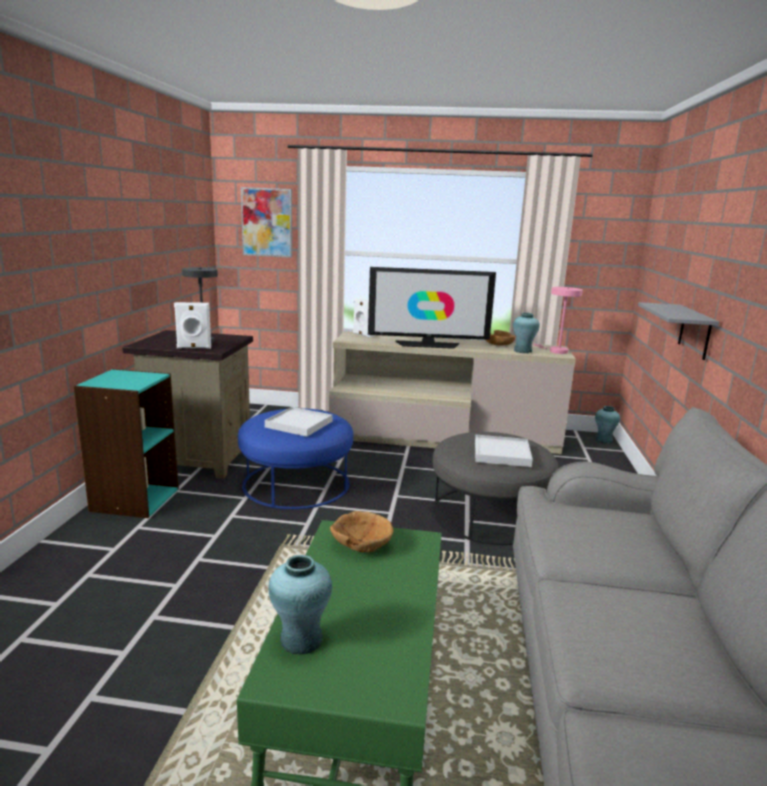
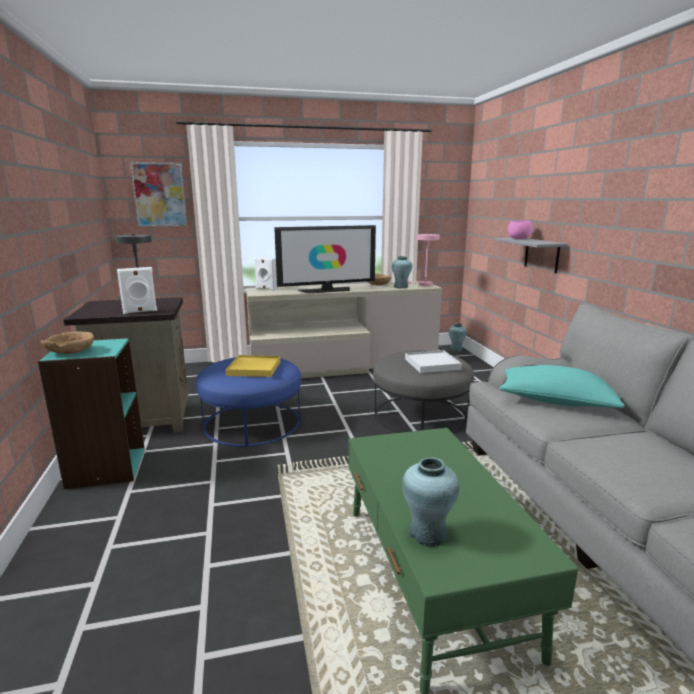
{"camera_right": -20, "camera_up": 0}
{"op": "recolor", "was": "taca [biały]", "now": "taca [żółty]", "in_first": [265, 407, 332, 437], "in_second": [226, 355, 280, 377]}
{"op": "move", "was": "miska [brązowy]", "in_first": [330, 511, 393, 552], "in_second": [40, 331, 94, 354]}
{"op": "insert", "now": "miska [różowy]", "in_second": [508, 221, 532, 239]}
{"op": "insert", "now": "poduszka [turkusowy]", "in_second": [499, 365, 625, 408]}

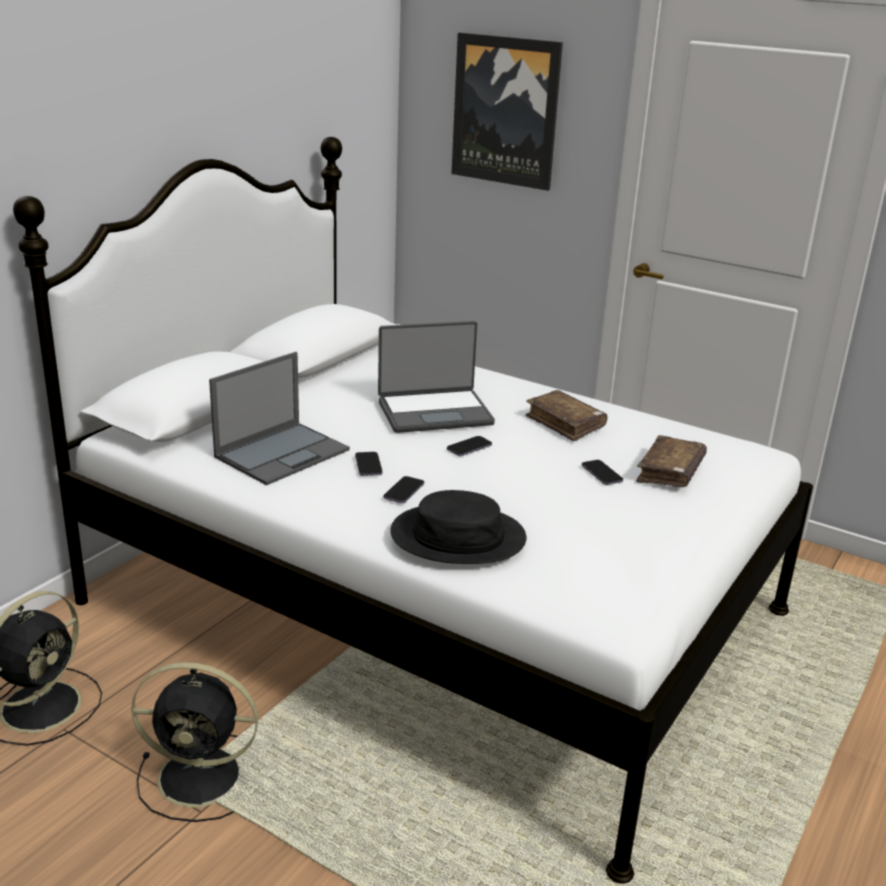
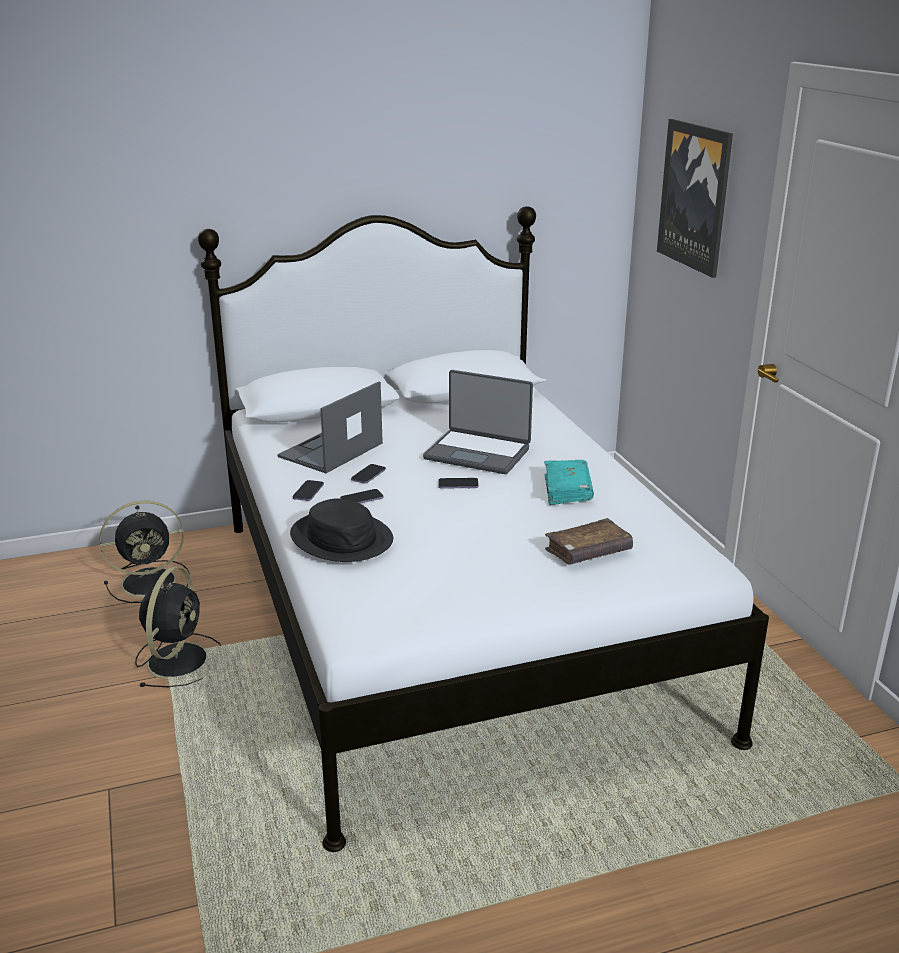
{"camera_right": 40, "camera_up": 0}
{"op": "rotate", "was": "laptop", "in_first": [209, 352, 350, 485], "in_second": [277, 382, 383, 473], "clockwise": 135}
{"op": "recolor", "was": "książka [brązowy]", "now": "książka [turkusowy]", "in_first": [525, 390, 607, 442], "in_second": [544, 460, 594, 505]}
{"op": "move", "was": "telefon", "in_first": [582, 460, 623, 485], "in_second": [293, 480, 324, 501]}
{"op": "rotate", "was": "wentylator [czarny]", "in_first": [131, 662, 258, 822], "in_second": [135, 567, 221, 687], "clockwise": -120}

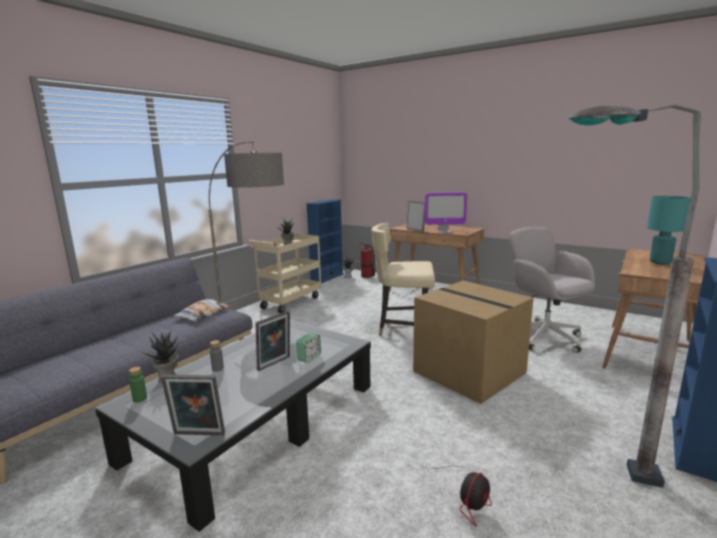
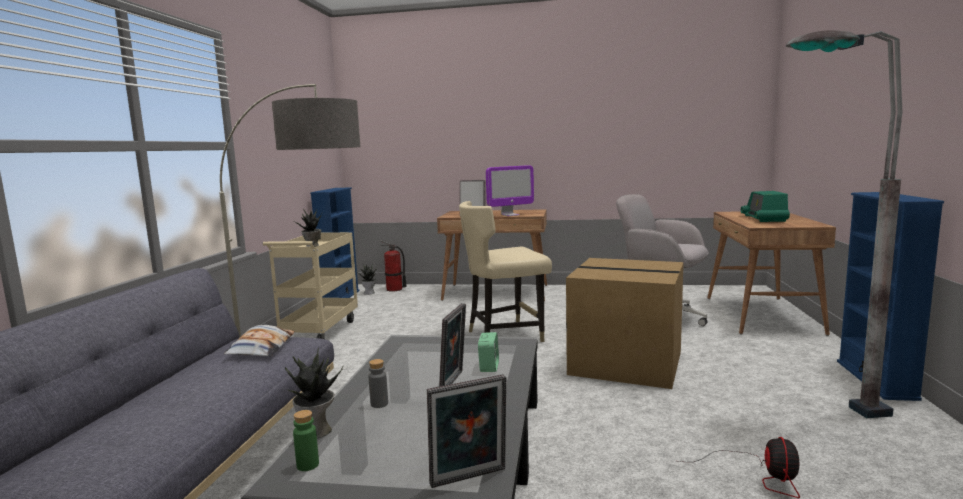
{"camera_right": -25, "camera_up": -5}
{"op": "replace", "was": "lampa stołowa [turkusowy]", "now": "radio", "in_first": [647, 196, 691, 265], "in_second": [741, 191, 790, 222]}

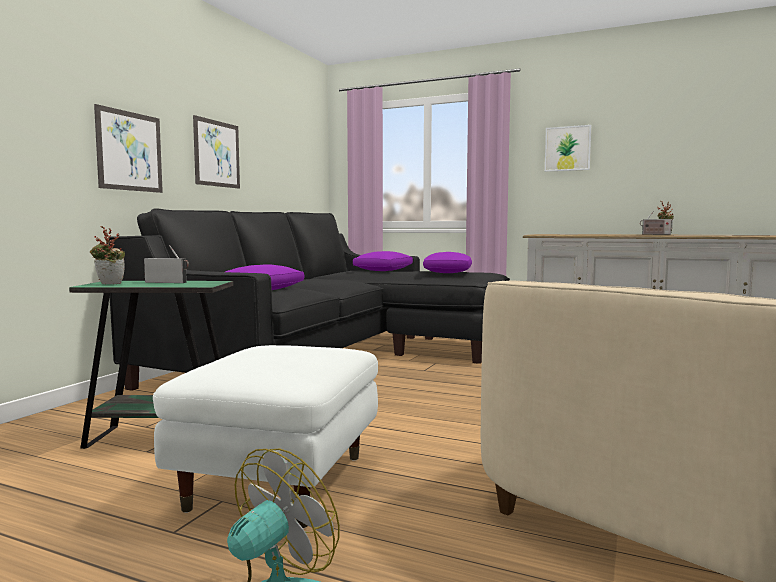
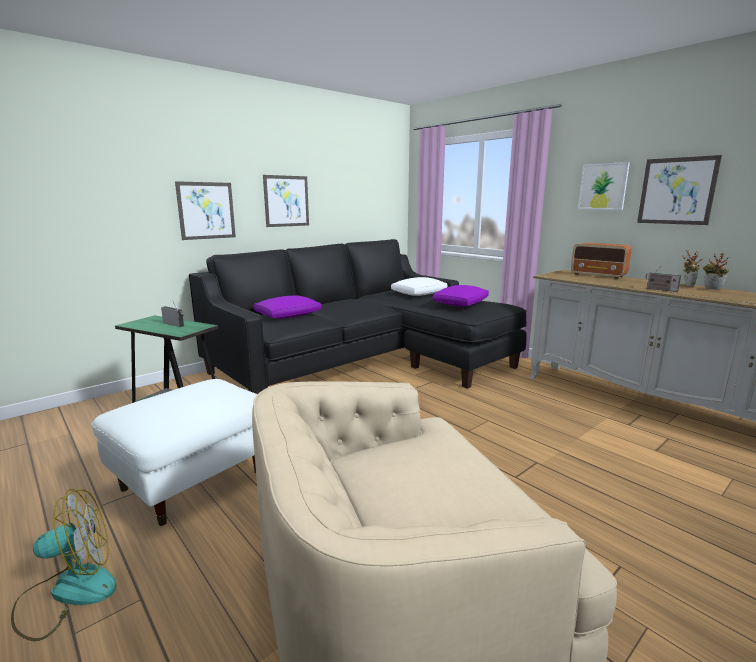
{"camera_right": 25, "camera_up": 10}
{"op": "move", "was": "roślina doniczkowa", "in_first": [90, 226, 125, 284], "in_second": [703, 253, 729, 290]}
{"op": "recolor", "was": "poduszka [fioletowy]", "now": "poduszka [biały]", "in_first": [353, 251, 413, 271], "in_second": [391, 277, 448, 296]}
{"op": "insert", "now": "obraz", "in_second": [637, 155, 722, 225]}
{"op": "insert", "now": "radio", "in_second": [571, 243, 632, 279]}

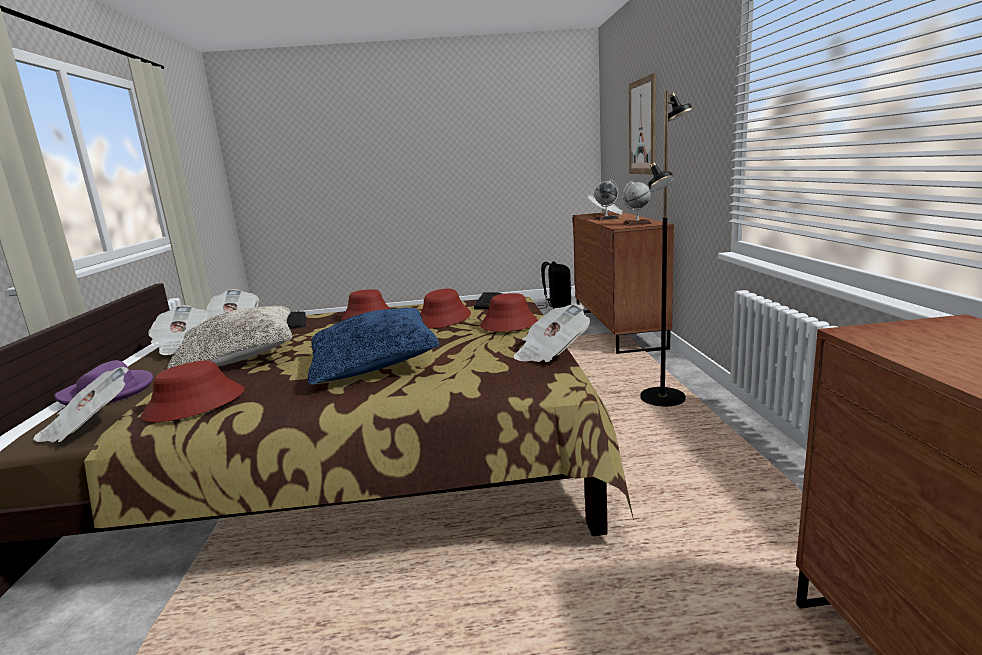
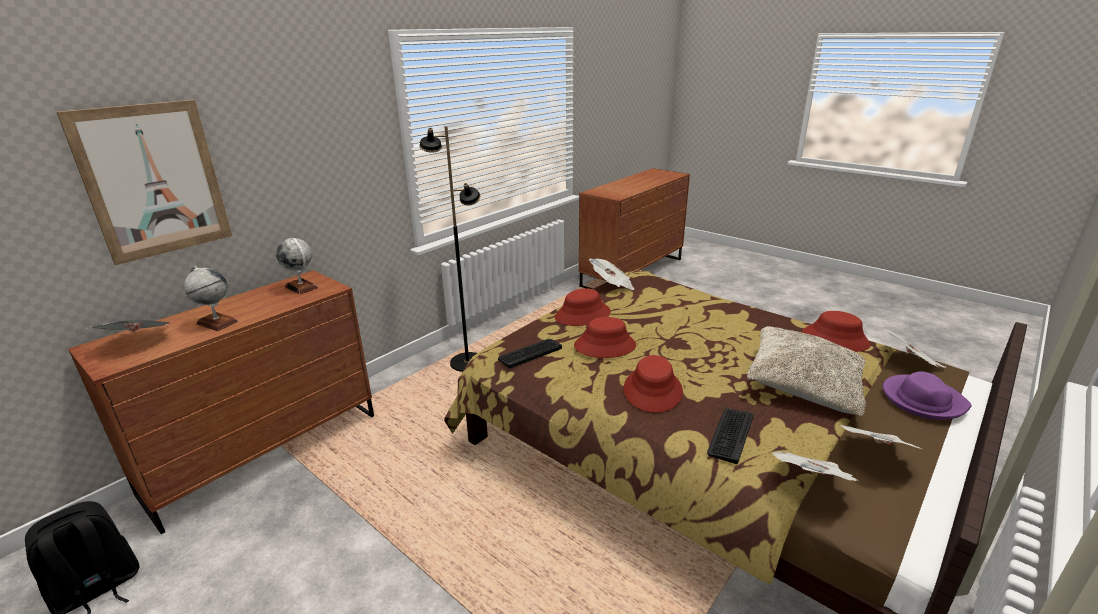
{"camera_right": -135, "camera_up": 10}
{"op": "delete", "was": "poduszka [niebieski]", "in_first": [308, 307, 439, 385]}

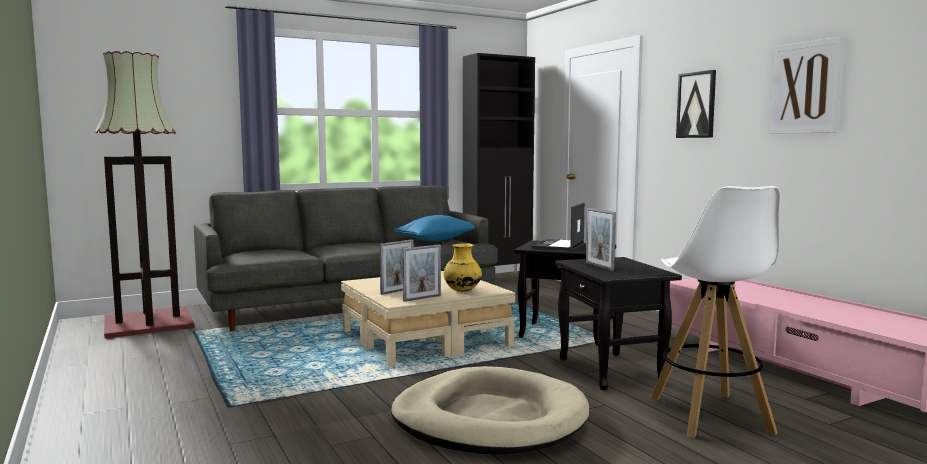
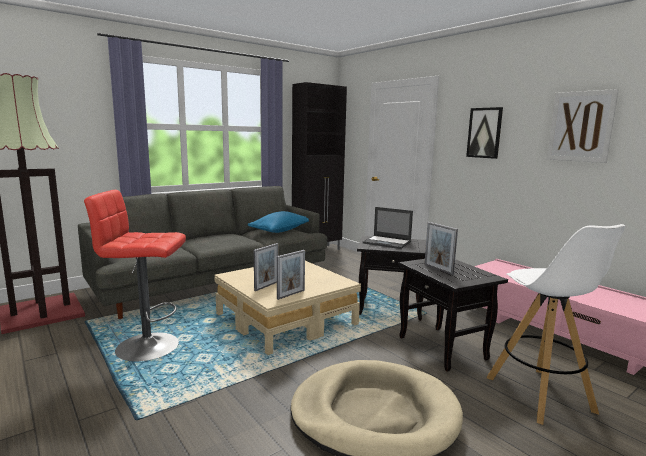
{"camera_right": -10, "camera_up": 5}
{"op": "rotate", "was": "laptop", "in_first": [531, 203, 585, 251], "in_second": [363, 207, 413, 249], "clockwise": -75}
{"op": "delete", "was": "wazon [żółty]", "in_first": [443, 243, 482, 292]}
{"op": "insert", "now": "stołek [czerwony]", "in_second": [84, 190, 186, 361]}

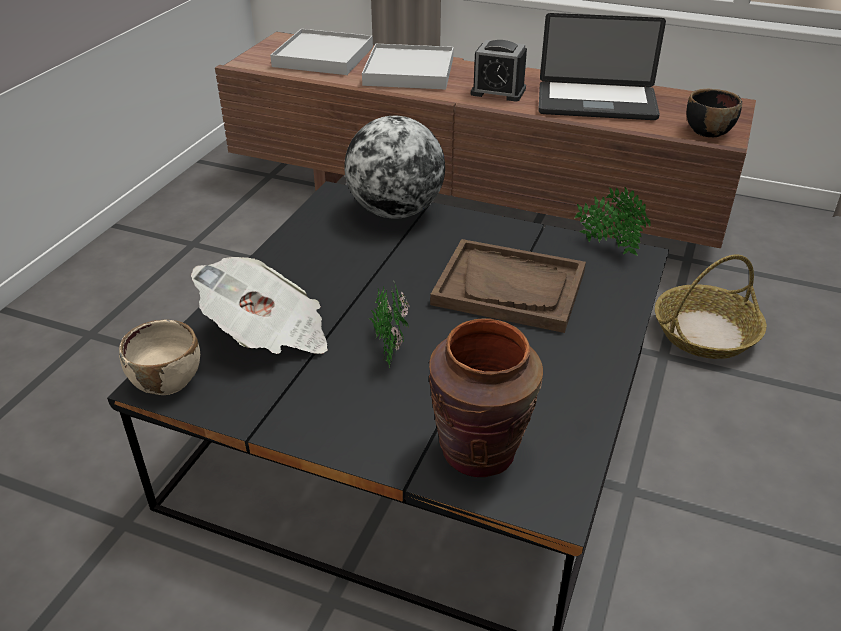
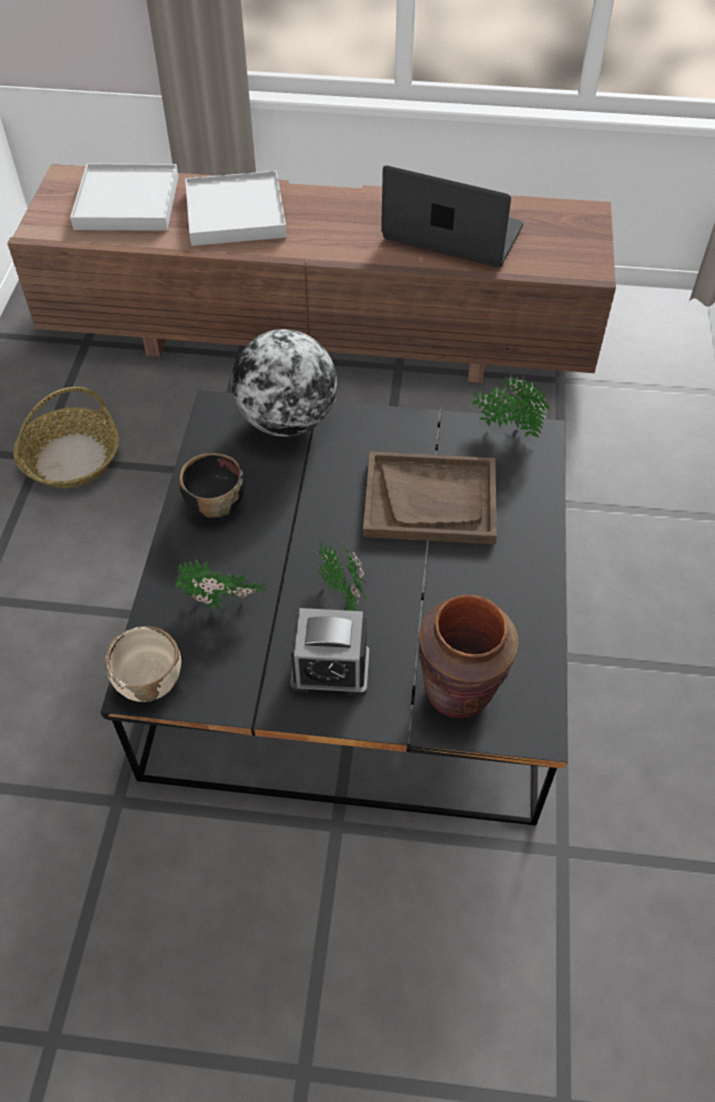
{"camera_right": -15, "camera_up": 15}
{"op": "rotate", "was": "laptop", "in_first": [538, 13, 666, 120], "in_second": [381, 166, 523, 267], "clockwise": -150}
{"op": "move", "was": "budzik", "in_first": [471, 40, 527, 101], "in_second": [290, 608, 369, 696]}
{"op": "move", "was": "miska [czarny]", "in_first": [686, 89, 742, 137], "in_second": [179, 453, 245, 518]}
{"op": "move", "was": "koszyk", "in_first": [655, 254, 766, 359], "in_second": [13, 387, 119, 488]}
{"op": "replace", "was": "gazeta", "now": "roślina doniczkowa", "in_first": [191, 257, 328, 354], "in_second": [175, 559, 266, 610]}

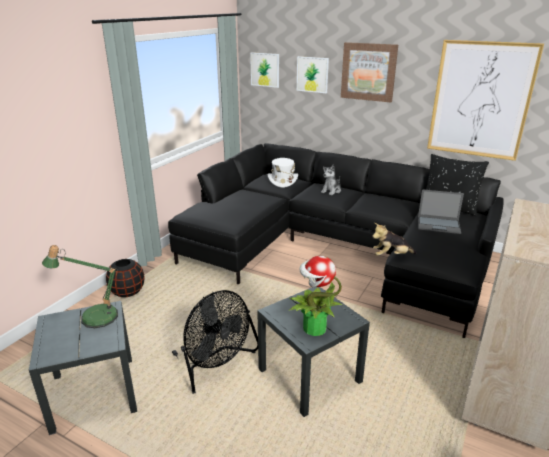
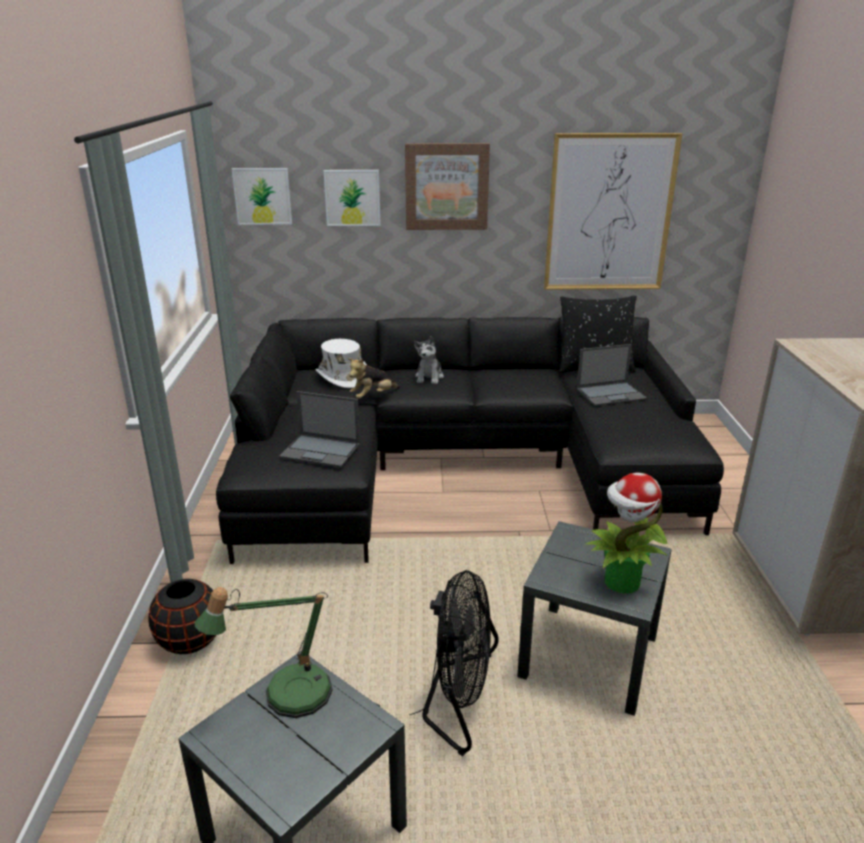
{"camera_right": -30, "camera_up": 0}
{"op": "move", "was": "pluszak", "in_first": [372, 223, 416, 256], "in_second": [348, 358, 400, 399]}
{"op": "insert", "now": "laptop", "in_second": [279, 391, 360, 467]}

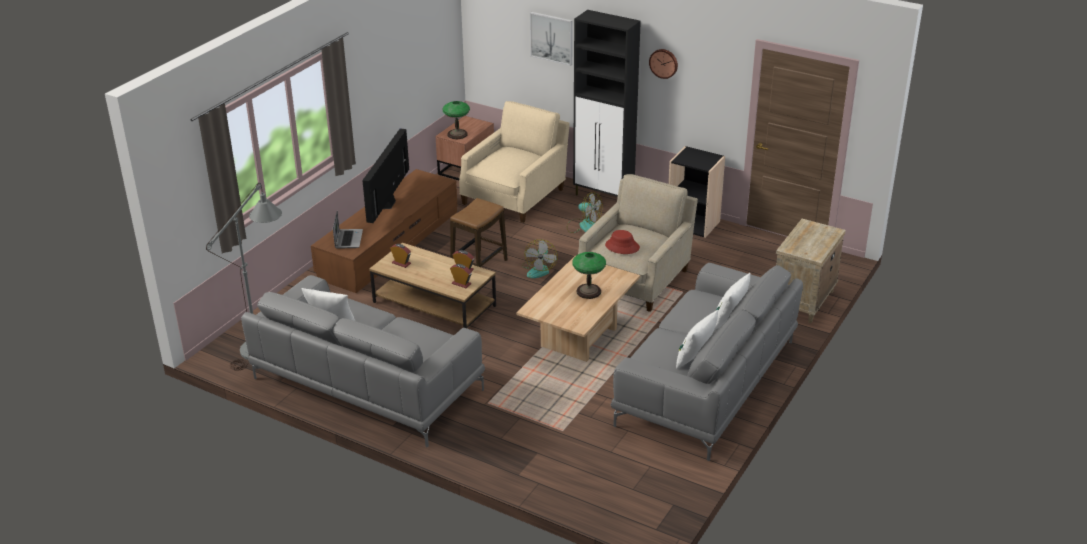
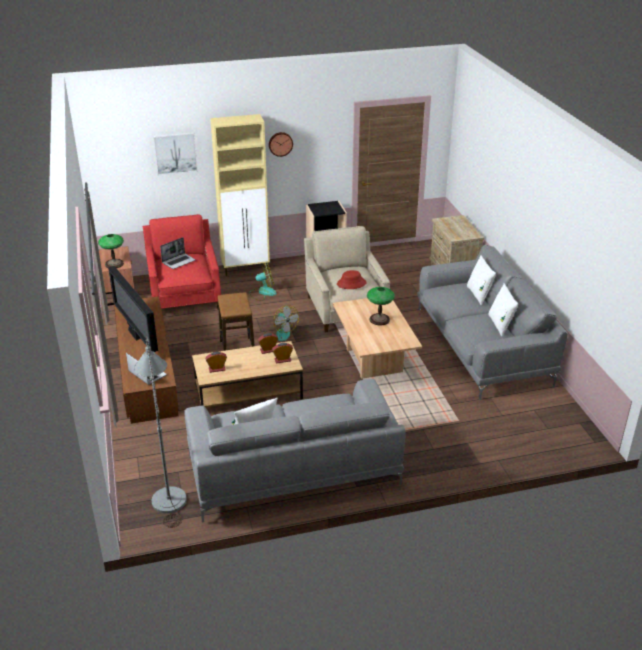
{"camera_right": -45, "camera_up": 0}
{"op": "recolor", "was": "szafka [czarny]", "now": "szafka [beżowy]", "in_first": [573, 10, 641, 197], "in_second": [210, 114, 270, 276]}
{"op": "recolor", "was": "fotel [beżowy]", "now": "fotel [czerwony]", "in_first": [459, 101, 570, 223], "in_second": [143, 214, 221, 310]}
{"op": "insert", "now": "laptop", "in_second": [160, 237, 196, 269]}

